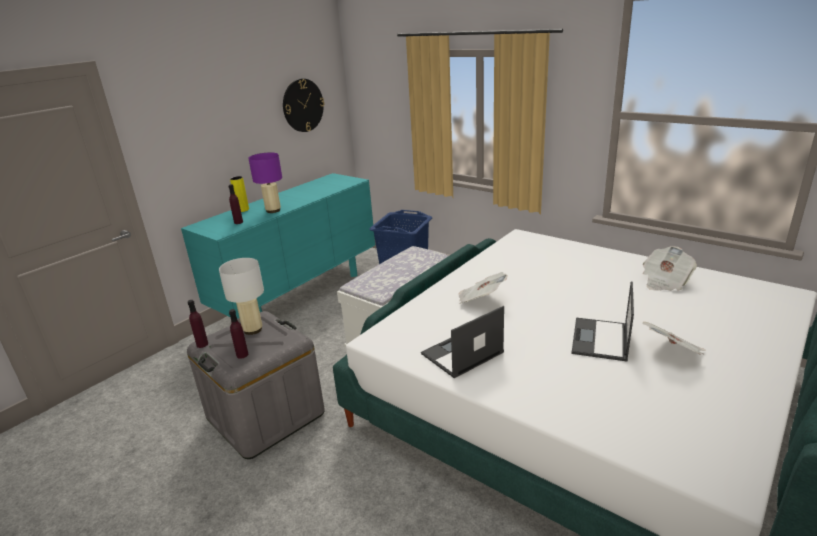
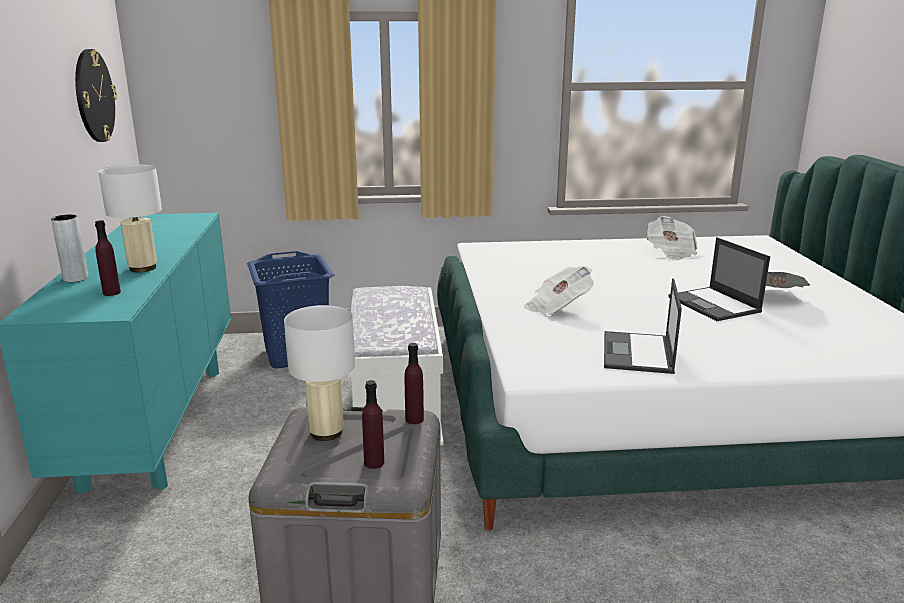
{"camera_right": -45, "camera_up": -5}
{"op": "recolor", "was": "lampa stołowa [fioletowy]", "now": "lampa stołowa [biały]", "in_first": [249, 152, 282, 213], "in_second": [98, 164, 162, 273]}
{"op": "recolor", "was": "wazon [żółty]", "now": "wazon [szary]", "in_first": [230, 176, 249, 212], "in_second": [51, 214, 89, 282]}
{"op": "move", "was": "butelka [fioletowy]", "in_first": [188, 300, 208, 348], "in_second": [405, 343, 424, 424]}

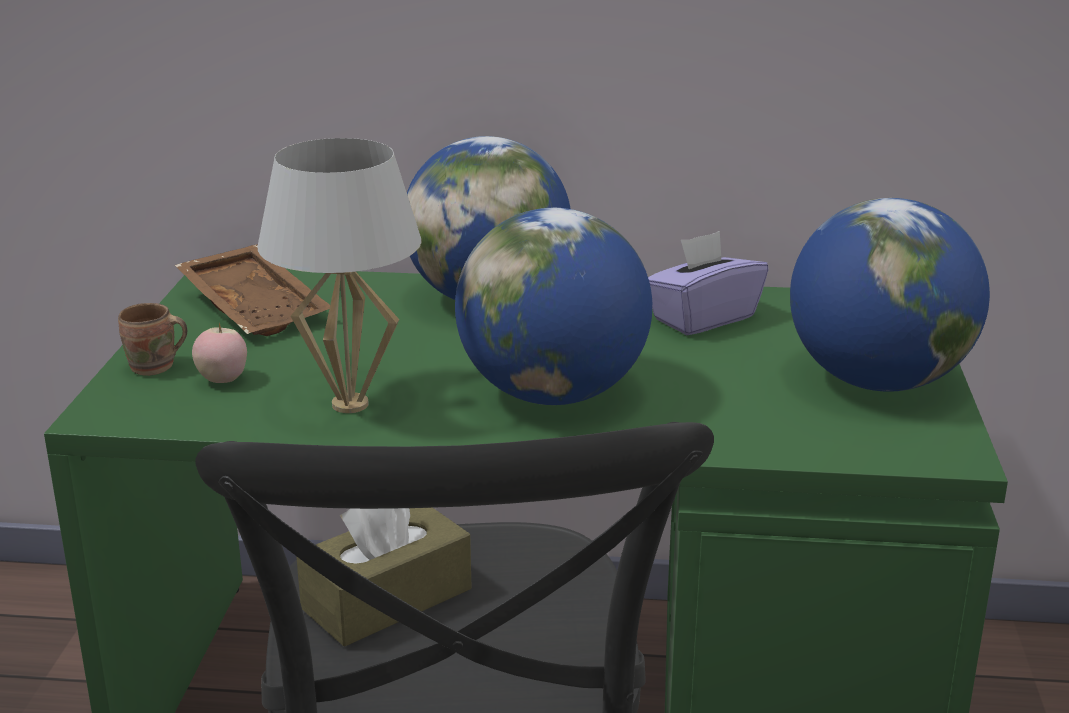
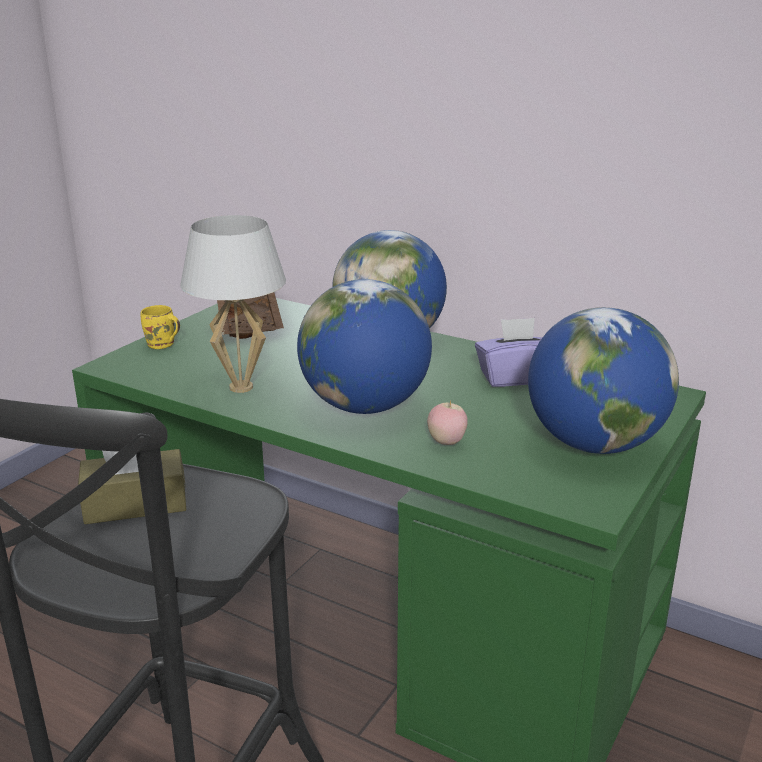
{"camera_right": 25, "camera_up": 0}
{"op": "recolor", "was": "kubek [brązowy]", "now": "kubek [żółty]", "in_first": [118, 303, 187, 376], "in_second": [140, 305, 180, 349]}
{"op": "move", "was": "jabłko", "in_first": [192, 323, 247, 383], "in_second": [427, 400, 468, 445]}

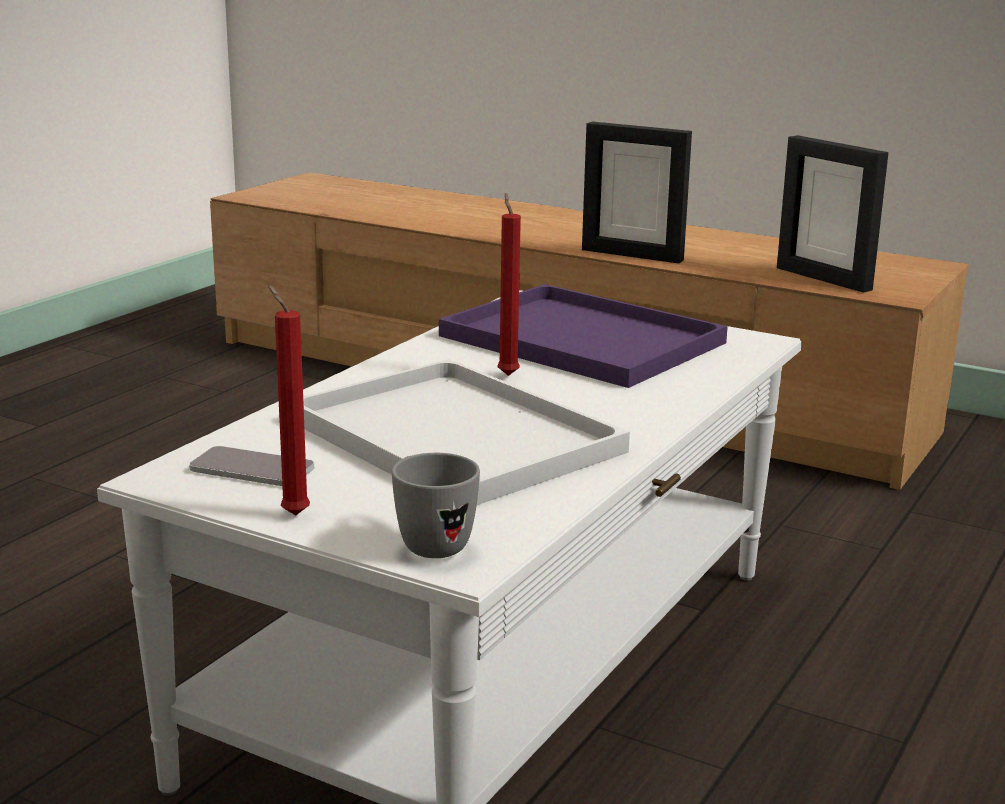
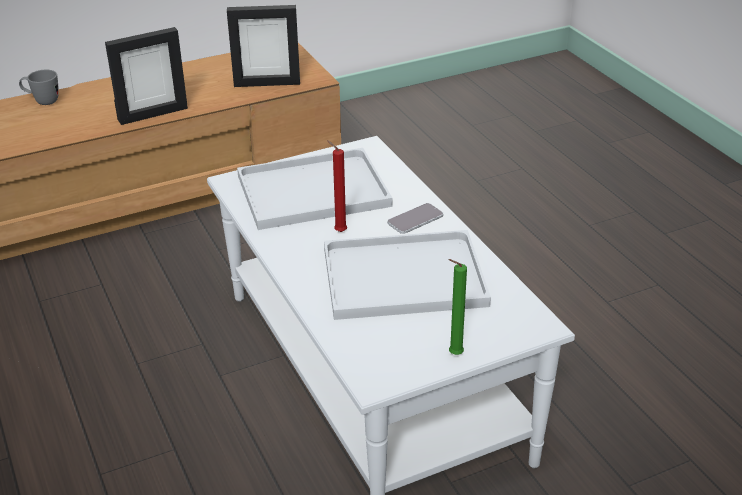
{"camera_right": -55, "camera_up": 15}
{"op": "recolor", "was": "taca [fioletowy]", "now": "taca [biały]", "in_first": [439, 284, 728, 388], "in_second": [237, 148, 392, 230]}
{"op": "recolor", "was": "świeca [czerwony]", "now": "świeca [zielony]", "in_first": [268, 285, 310, 515], "in_second": [448, 259, 467, 355]}
{"op": "move", "was": "telefon", "in_first": [189, 446, 314, 486], "in_second": [387, 203, 443, 234]}
{"op": "move", "was": "kubek [szary]", "in_first": [392, 453, 480, 558], "in_second": [19, 70, 59, 105]}

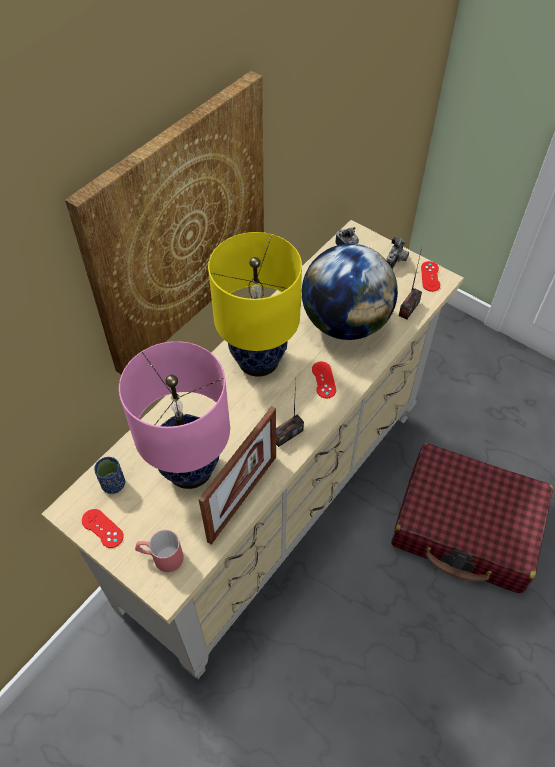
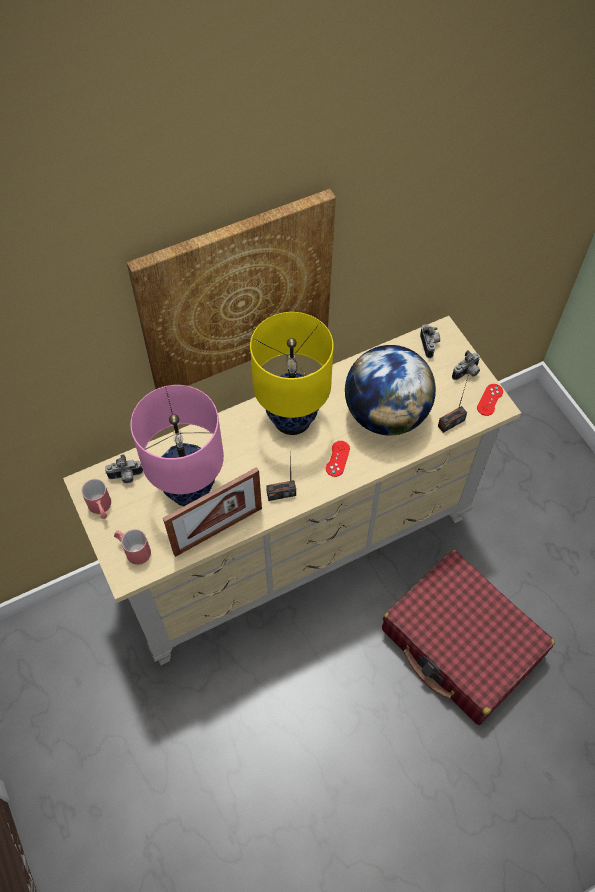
{"camera_right": 25, "camera_up": 5}
{"op": "replace", "was": "filiżanka [niebieski]", "now": "aparat fotograficzny", "in_first": [94, 457, 125, 494], "in_second": [105, 454, 143, 483]}
{"op": "replace", "was": "pad do gier [czerwony]", "now": "kubek [czerwony]", "in_first": [82, 509, 124, 548], "in_second": [81, 479, 111, 519]}

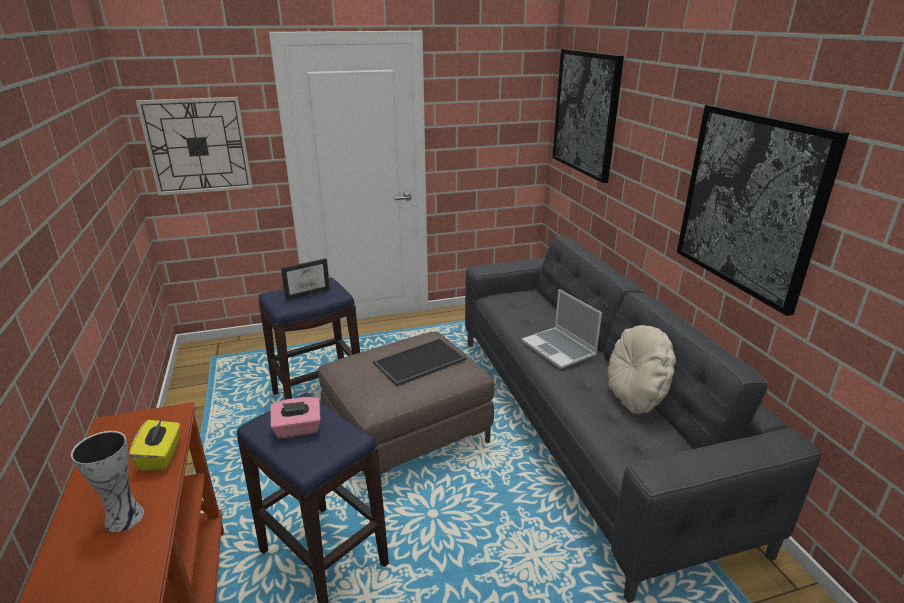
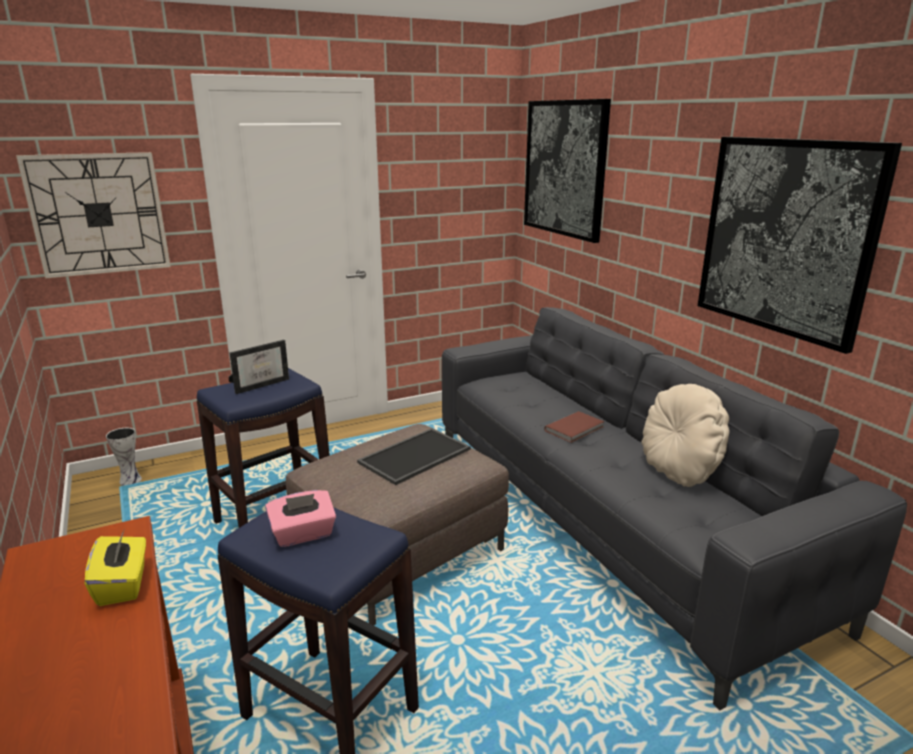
{"camera_right": -10, "camera_up": -5}
{"op": "replace", "was": "laptop", "now": "książka [brązowy]", "in_first": [522, 289, 602, 369], "in_second": [544, 411, 604, 443]}
{"op": "move", "was": "wazon", "in_first": [71, 431, 144, 532], "in_second": [106, 428, 142, 486]}

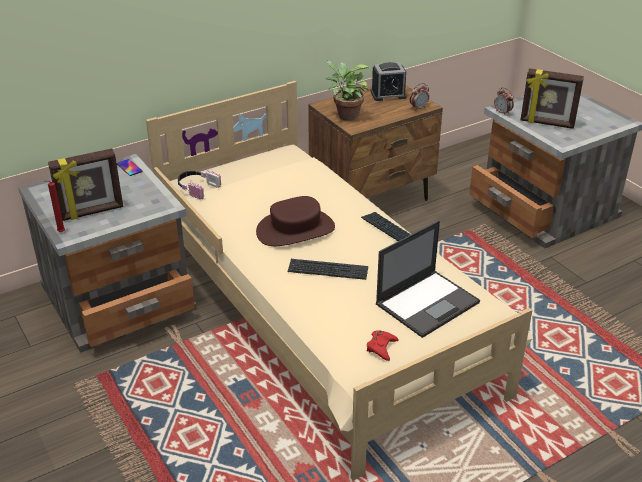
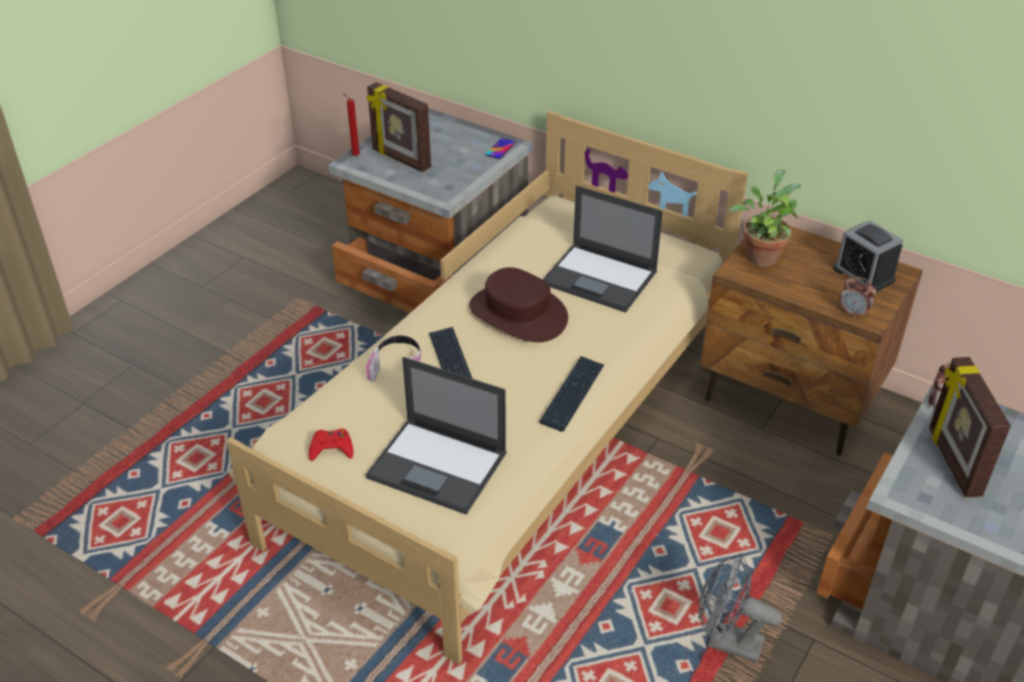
{"camera_right": 65, "camera_up": 5}
{"op": "move", "was": "słuchawki", "in_first": [178, 170, 221, 199], "in_second": [366, 335, 422, 382]}
{"op": "insert", "now": "laptop", "in_second": [542, 186, 663, 313]}
{"op": "insert", "now": "wentylator [szary]", "in_second": [698, 554, 782, 663]}

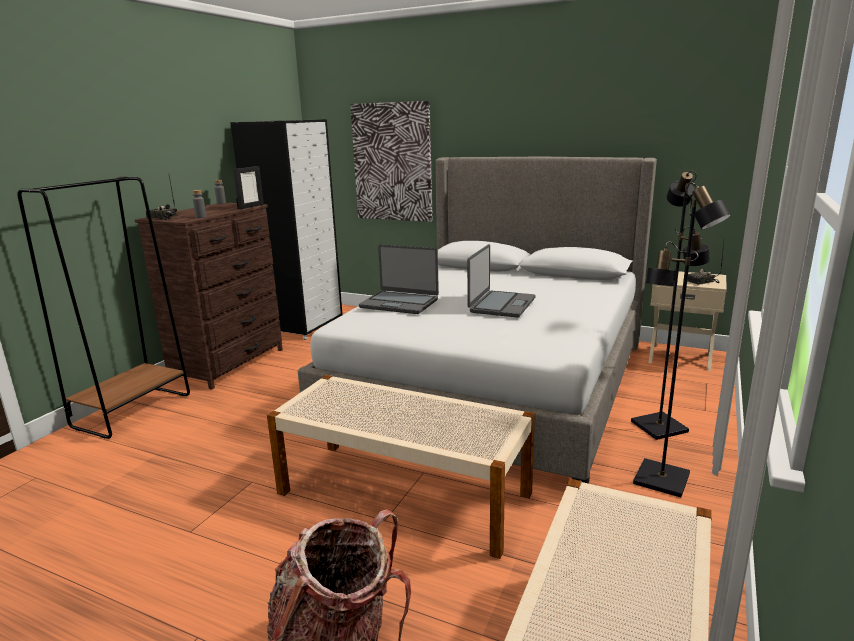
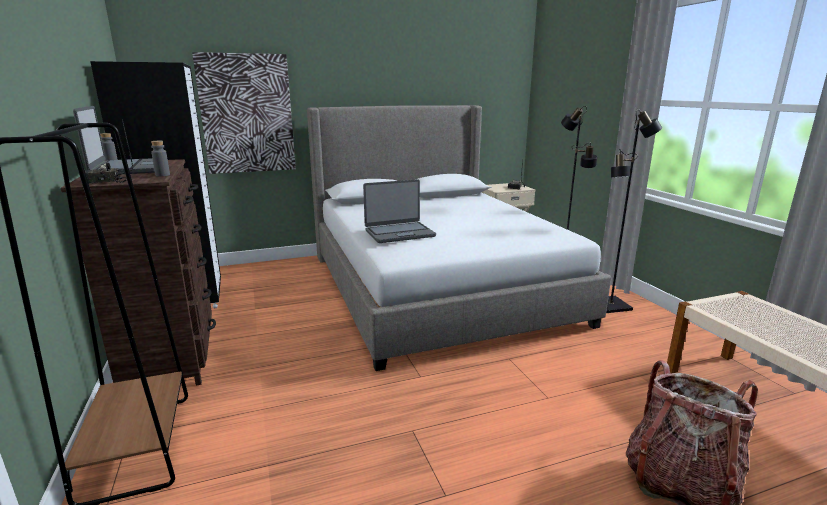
{"camera_right": -45, "camera_up": 0}
{"op": "delete", "was": "ramka na zdjęcie", "in_first": [233, 166, 264, 209]}
{"op": "move", "was": "laptop", "in_first": [467, 244, 535, 318], "in_second": [73, 106, 155, 174]}
{"op": "delete", "was": "ławka [beżowy]", "in_first": [267, 375, 535, 559]}

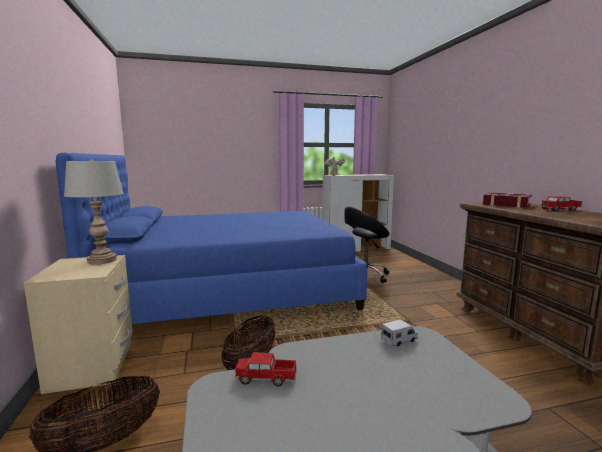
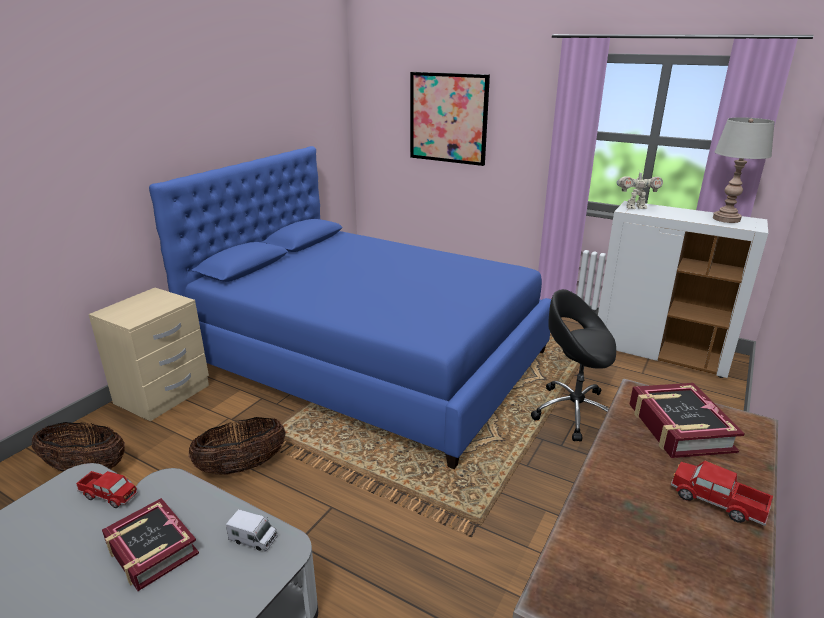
{"camera_right": 45, "camera_up": 15}
{"op": "move", "was": "lampa stołowa [szary]", "in_first": [64, 159, 124, 265], "in_second": [713, 117, 775, 223]}
{"op": "rotate", "was": "ciężarówka zabawkowa", "in_first": [235, 352, 297, 386], "in_second": [76, 471, 138, 508], "clockwise": 150}
{"op": "insert", "now": "obraz", "in_second": [410, 72, 490, 166]}
{"op": "insert", "now": "książka", "in_second": [102, 498, 199, 591]}

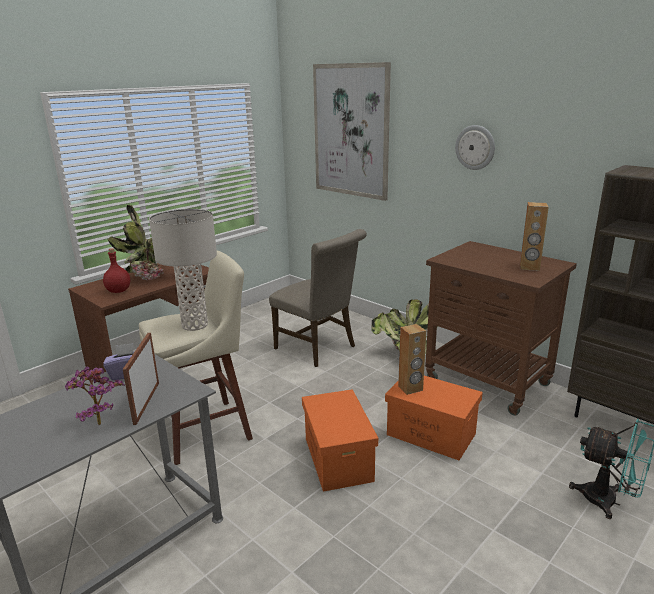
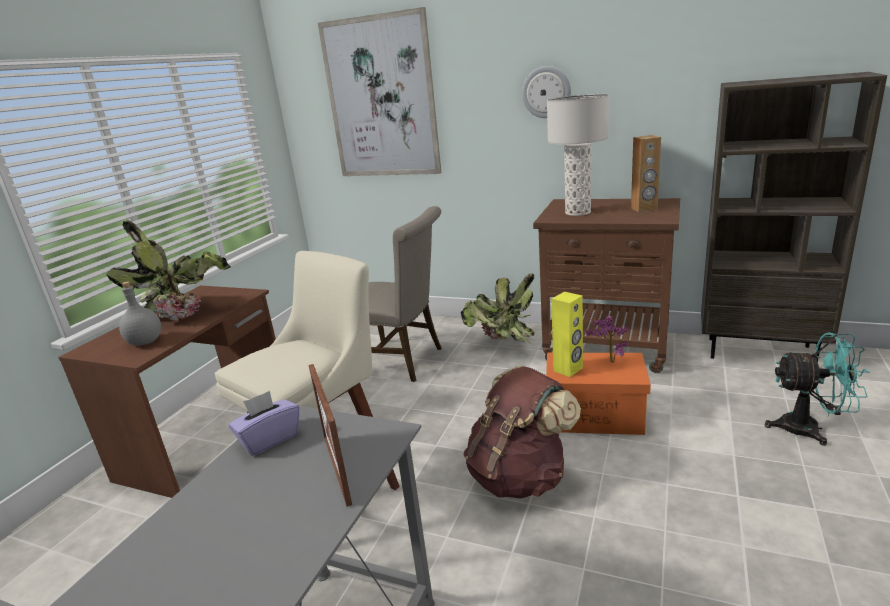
{"camera_right": -20, "camera_up": 0}
{"op": "move", "was": "lampa stołowa [biały]", "in_first": [149, 209, 217, 331], "in_second": [547, 94, 609, 216]}
{"op": "recolor", "was": "butelka [czerwony]", "now": "butelka [szary]", "in_first": [103, 248, 130, 293], "in_second": [119, 281, 161, 346]}
{"op": "recolor", "was": "głośnik [brązowy]", "now": "głośnik [żółty]", "in_first": [398, 324, 426, 395], "in_second": [551, 292, 583, 377]}
{"op": "move", "was": "roślina doniczkowa", "in_first": [65, 366, 125, 426], "in_second": [586, 316, 628, 363]}
{"op": "replace", "was": "pojemnik do przechowywania [pomarańczowy]", "now": "plecak [brązowy]", "in_first": [302, 389, 378, 492], "in_second": [463, 366, 581, 499]}

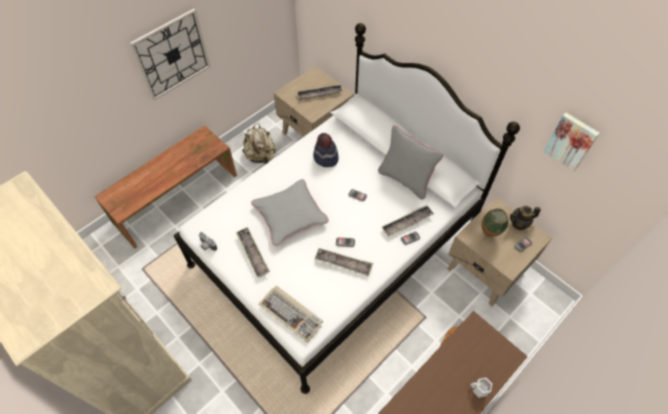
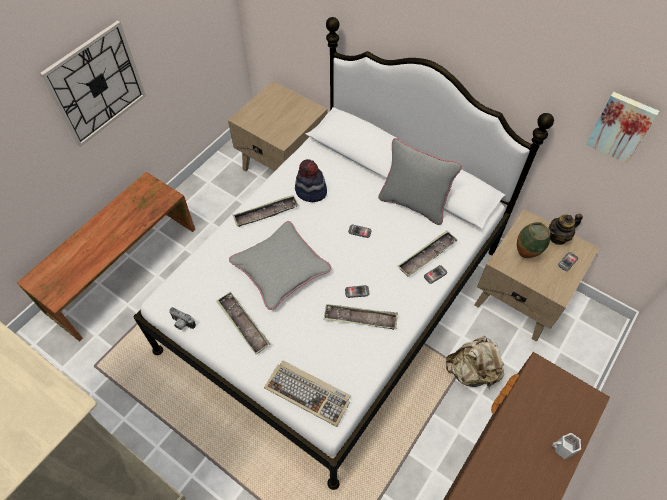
{"camera_right": -10, "camera_up": 0}
{"op": "move", "was": "taca", "in_first": [297, 84, 343, 100], "in_second": [233, 195, 299, 227]}
{"op": "move", "was": "plecak [beżowy]", "in_first": [242, 123, 276, 165], "in_second": [446, 336, 504, 388]}

